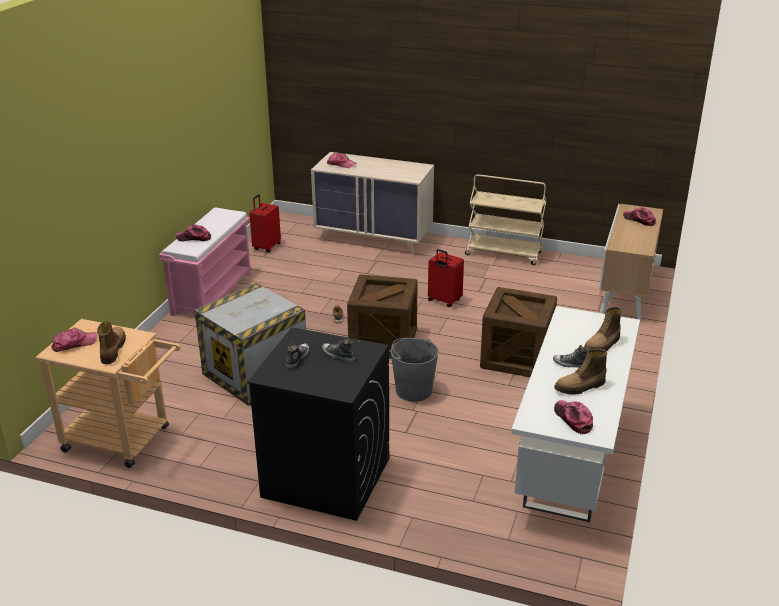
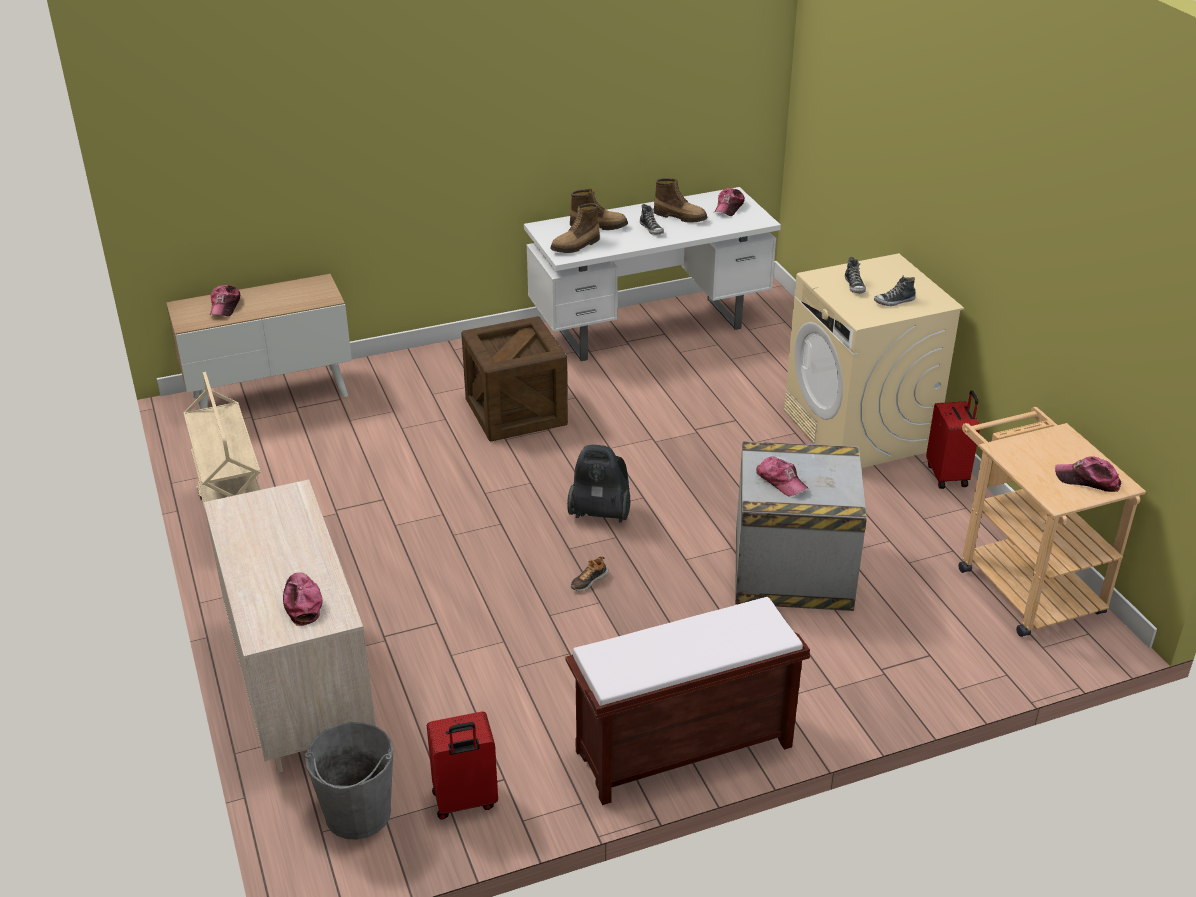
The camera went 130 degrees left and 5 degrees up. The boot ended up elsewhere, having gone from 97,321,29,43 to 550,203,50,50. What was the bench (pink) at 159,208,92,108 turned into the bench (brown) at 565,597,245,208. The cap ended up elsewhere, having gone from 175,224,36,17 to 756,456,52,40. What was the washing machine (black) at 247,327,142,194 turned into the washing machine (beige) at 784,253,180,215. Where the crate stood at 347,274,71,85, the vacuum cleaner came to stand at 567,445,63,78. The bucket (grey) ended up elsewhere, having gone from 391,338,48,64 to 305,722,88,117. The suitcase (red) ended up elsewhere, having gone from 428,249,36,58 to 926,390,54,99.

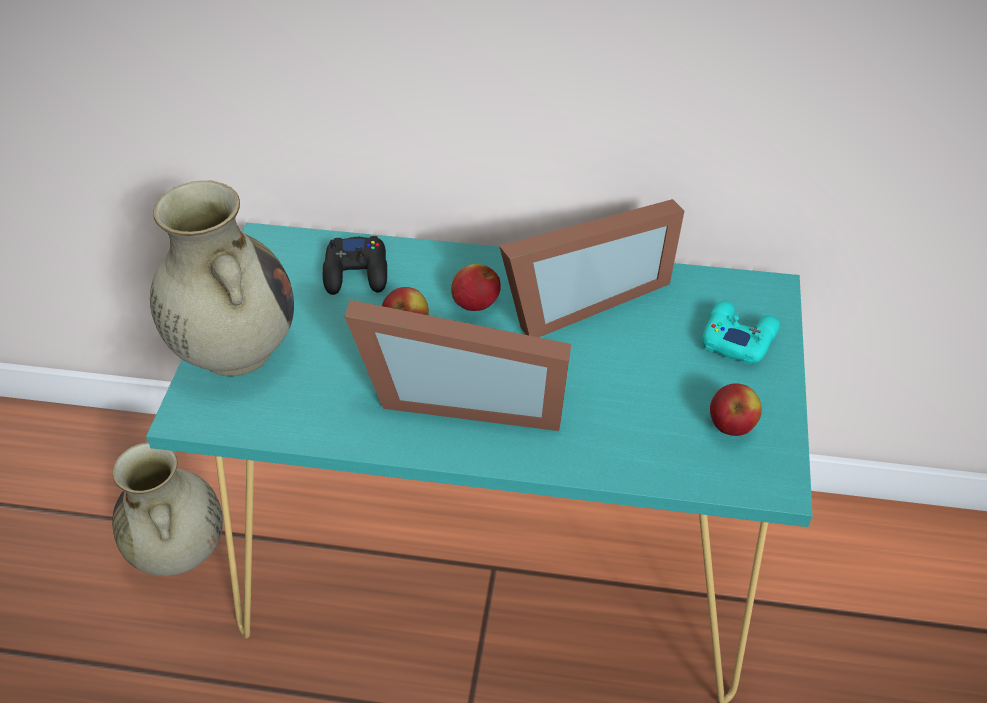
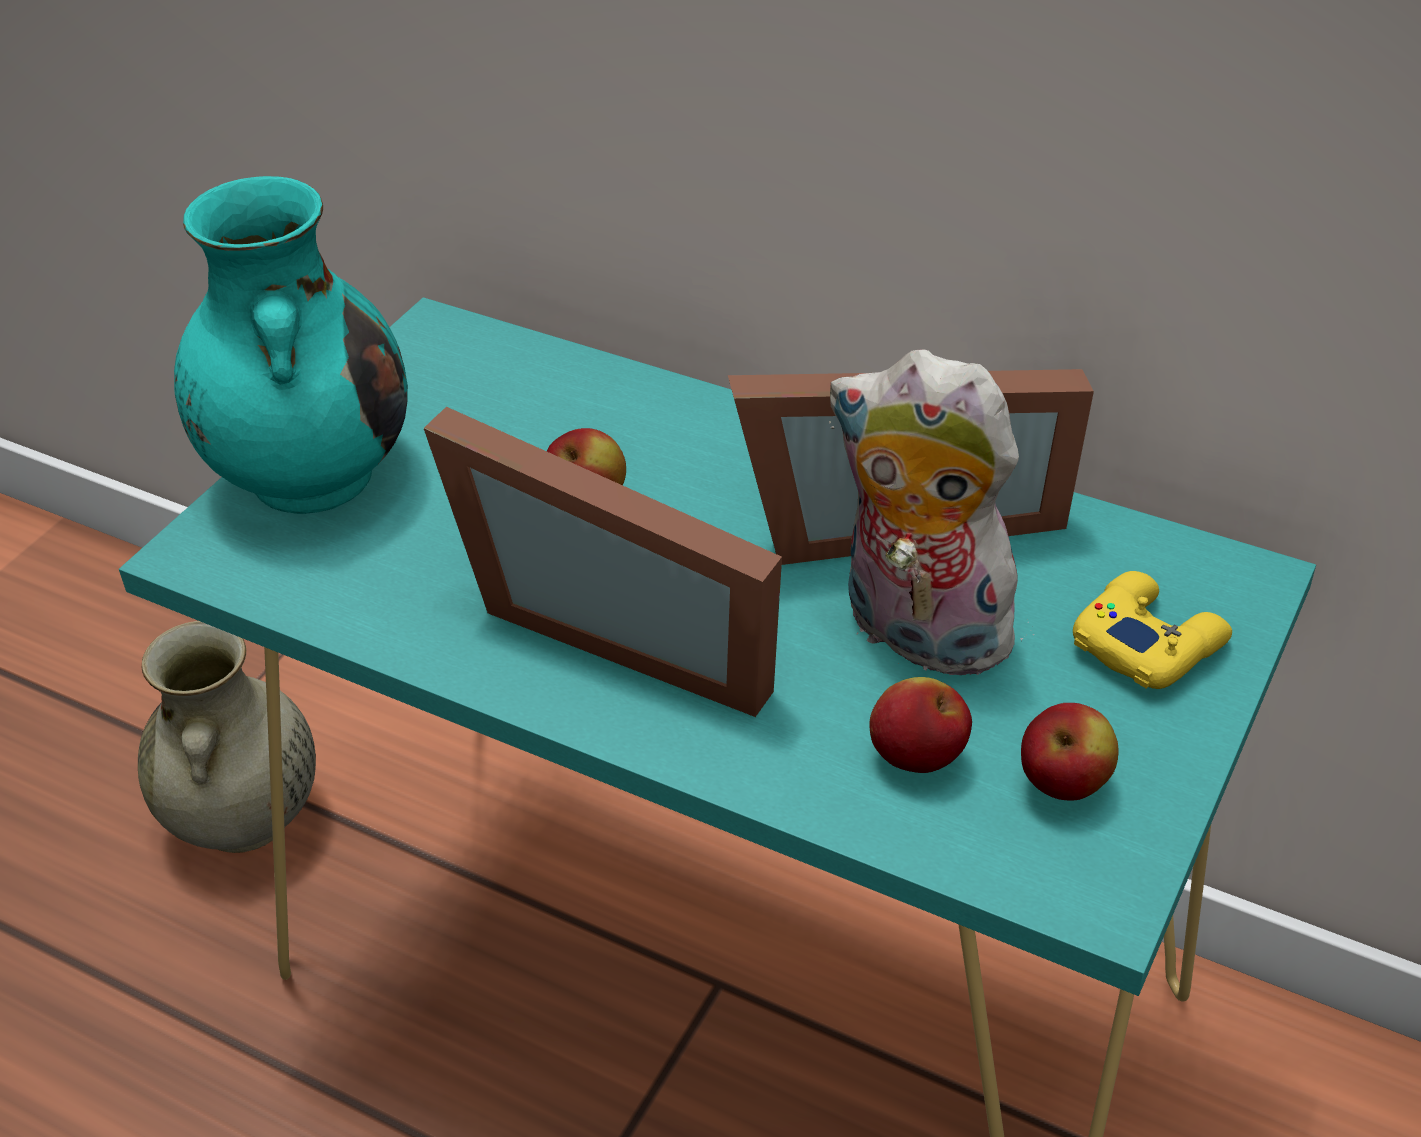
The camera went 20 degrees right and 5 degrees down. What was the vase (beige) at 150,180,144,196 turned into the vase (turquoise) at 174,176,234,338. The second view lost the game controller (black) at 323,236,64,59. The apple ended up elsewhere, having gone from 451,264,50,47 to 869,677,103,96. What was the game controller (turquoise) at 702,301,78,63 turned into the game controller (yellow) at 1073,571,159,118. The second view gained the plush toy at 829,349,205,326.

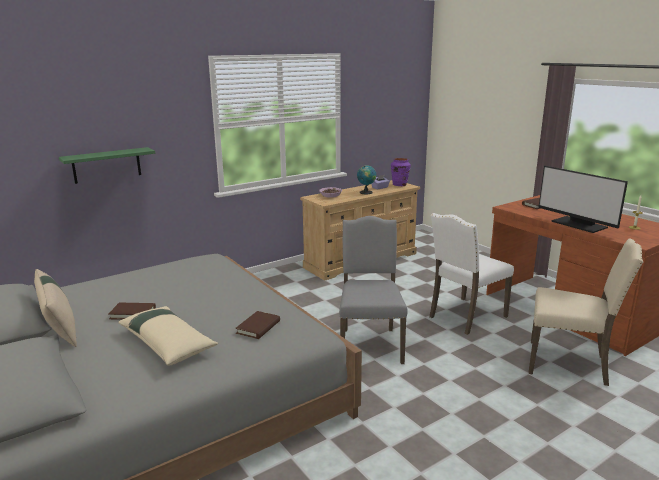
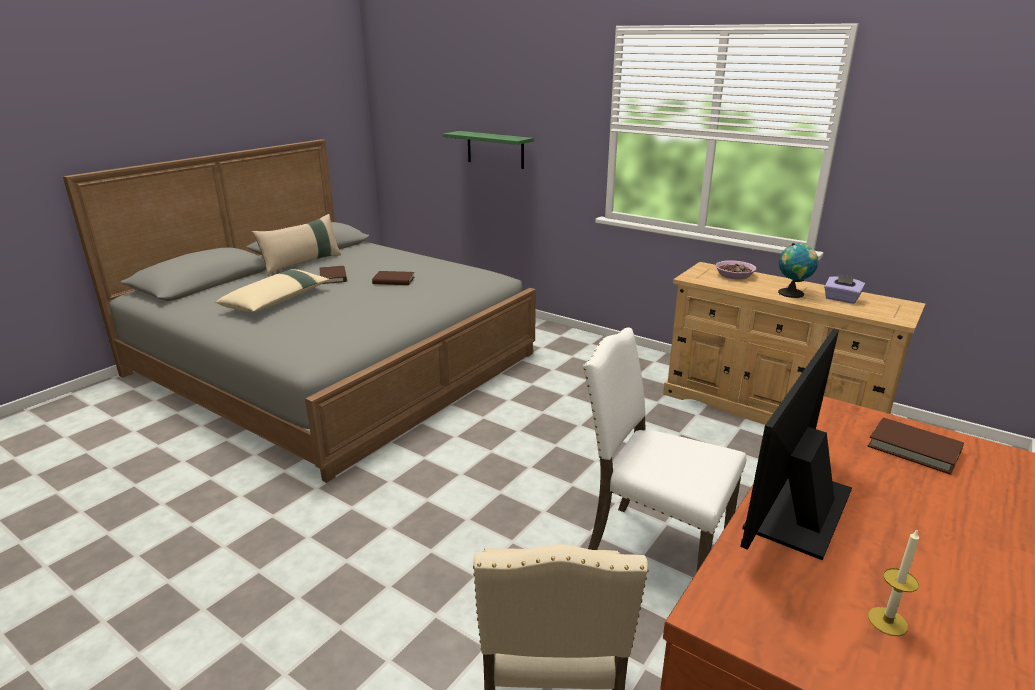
The camera went 70 degrees right and 5 degrees up. The book (brown) ended up elsewhere, having gone from 236,311,44,28 to 372,271,42,14. The second view lost the chair (grey) at 339,216,69,148. The second view lost the vase (purple) at 391,158,20,28.

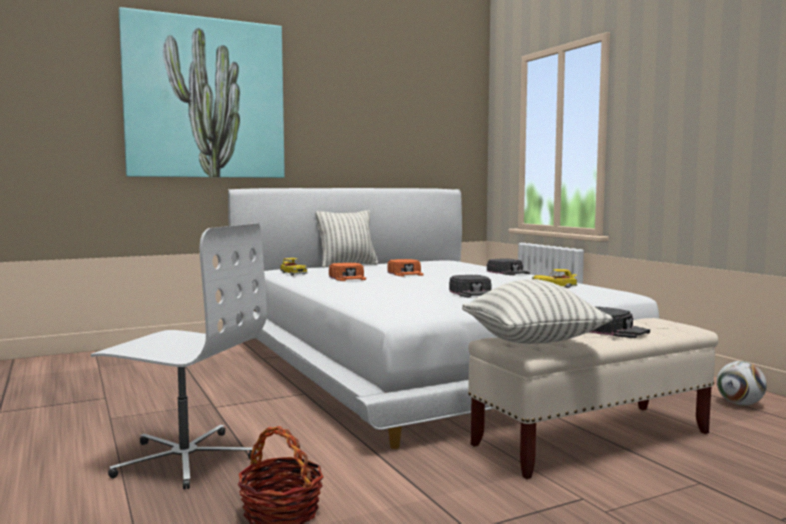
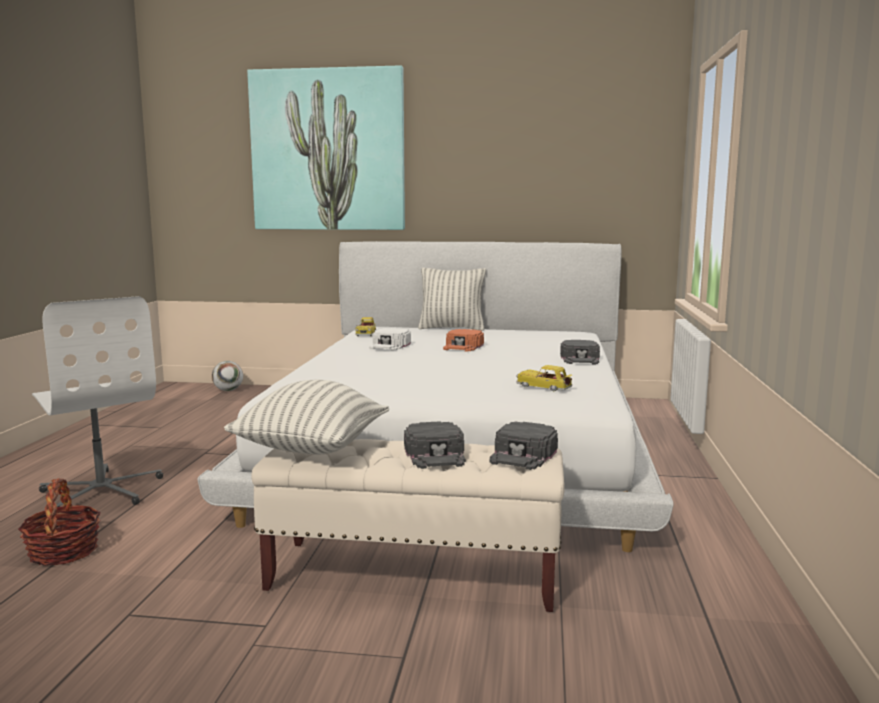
The camera went 35 degrees right and 5 degrees up. What was the cap (orange) at 329,263,37,18 turned into the cap (white) at 369,328,42,22. The cap (black) ended up elsewhere, having gone from 449,275,43,23 to 489,422,69,48. The football ended up elsewhere, having gone from 717,361,50,45 to 212,361,31,30.

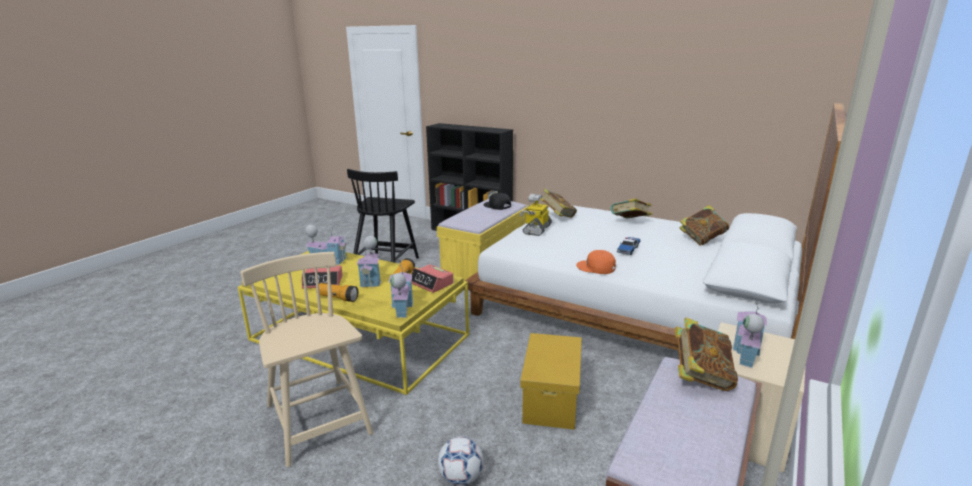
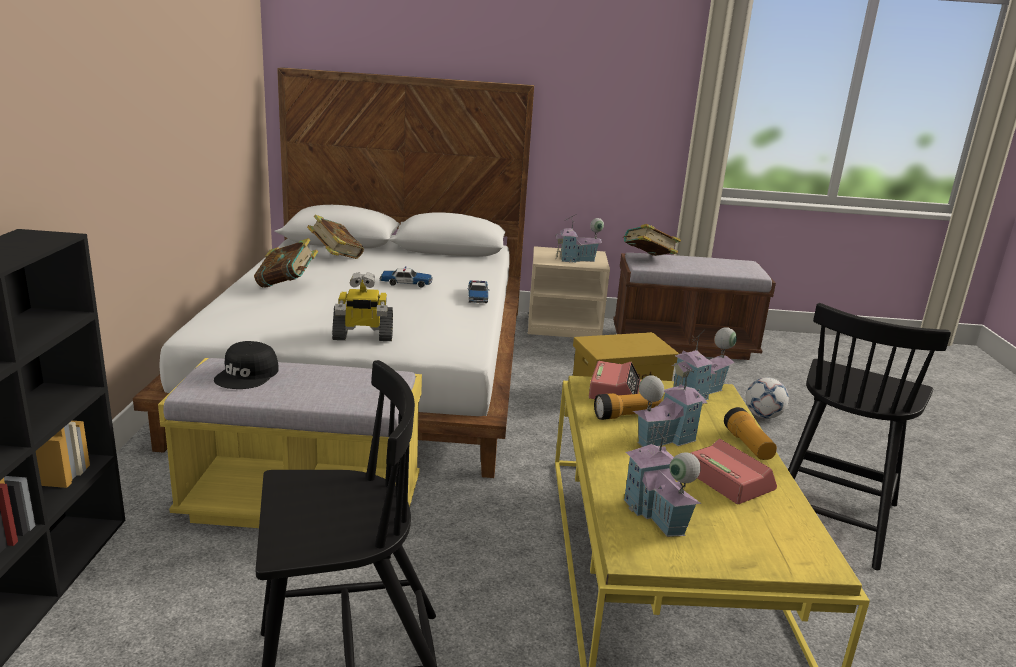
The camera went 120 degrees left and 0 degrees up. What was the chair (beige) at 240,252,133,215 turned into the chair (black) at 788,303,163,267. The second view lost the book at 540,189,37,29. Where the cap (orange) stood at 576,250,40,24, the toy car came to stand at 468,280,22,23.

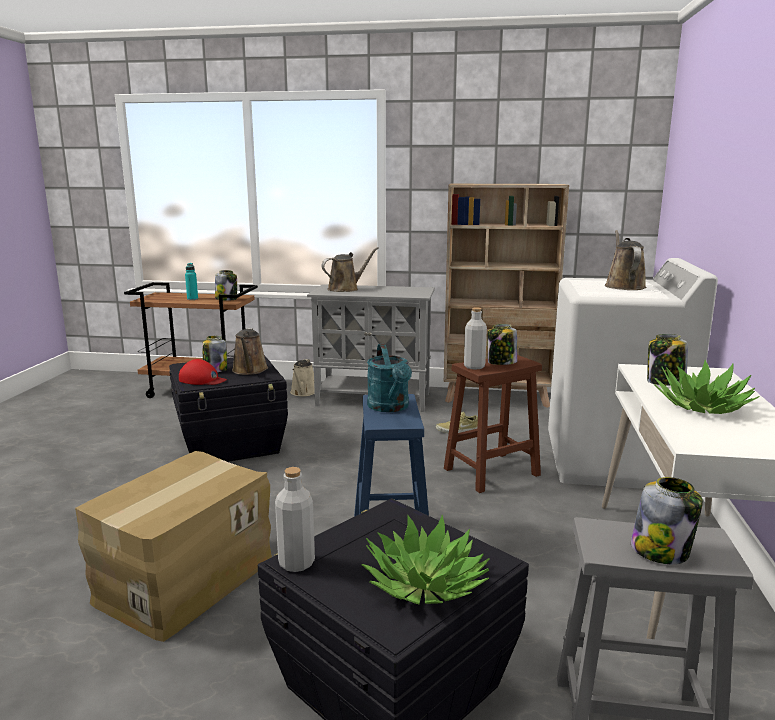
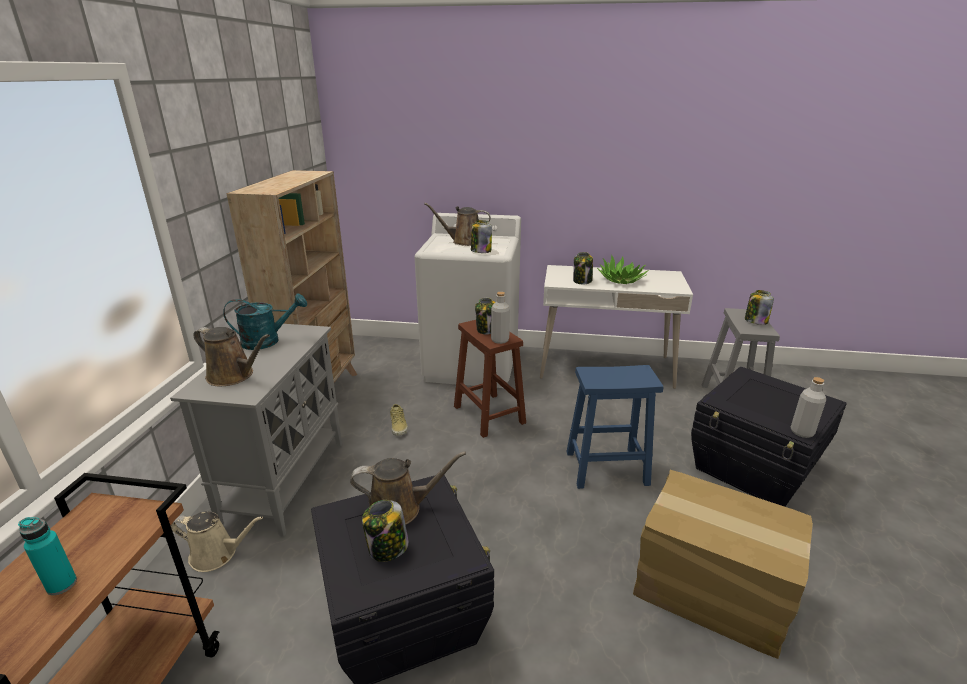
The camera went 90 degrees left and 10 degrees up. The second view lost the cap (red) at 179,359,48,26. The jar ended up elsewhere, having gone from 215,270,22,31 to 471,220,21,33. The watering can (brown) at 321,247,57,45 ended up facing another way, 150 degrees clockwise from before. The second view lost the potted plant at 361,514,128,90. The watering can (turquoise) ended up elsewhere, having gone from 367,344,45,68 to 223,293,84,57.

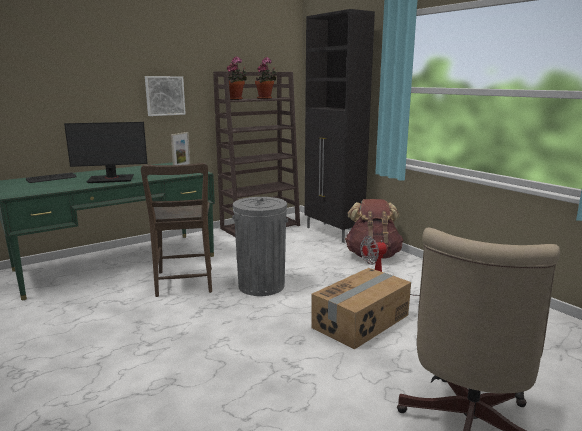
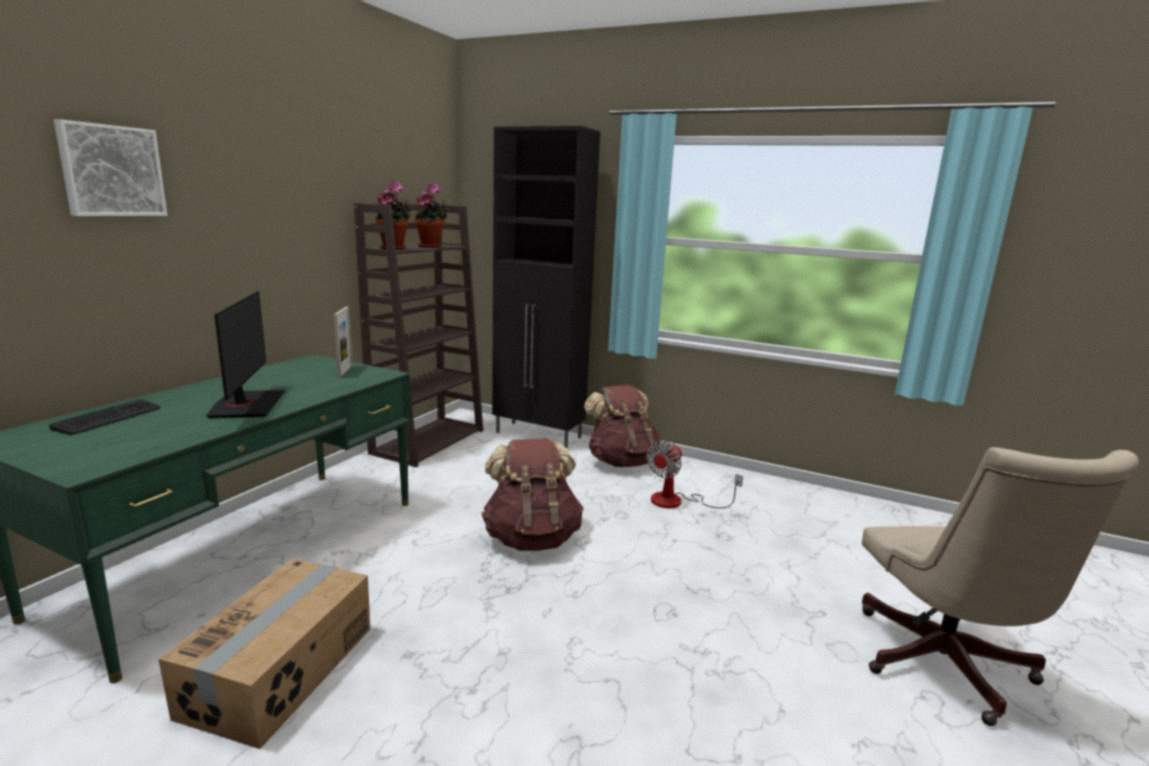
The camera went 30 degrees left and 0 degrees up. The monitor at 64,122,84,61 ended up facing another way, 60 degrees counterclockwise from before. The second view lost the chair (brown) at 141,163,71,134. The picture ended up elsewhere, having gone from 145,76,41,40 to 54,119,113,97. Where the trash can (grey) stood at 232,197,56,99, the backpack (brown) came to stand at 481,438,103,113. The cardboard box ended up elsewhere, having gone from 311,268,100,82 to 158,559,212,190.

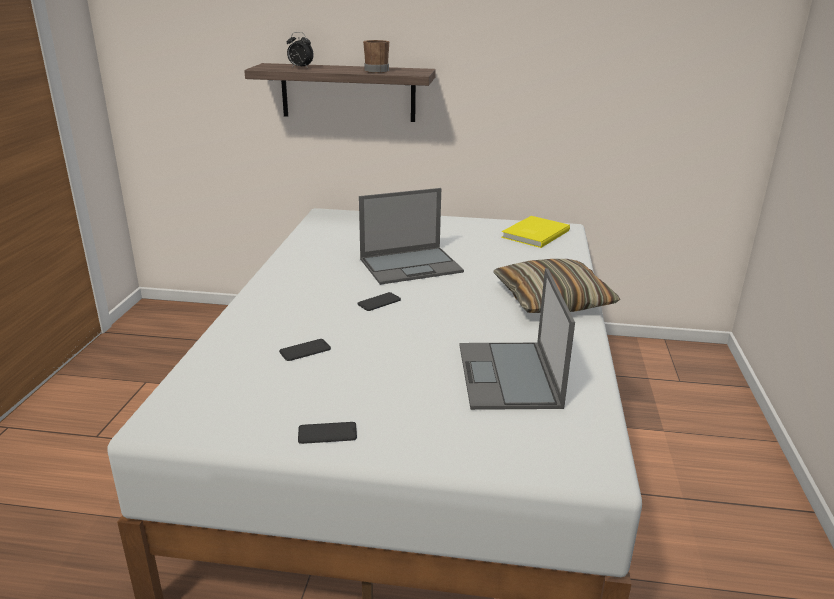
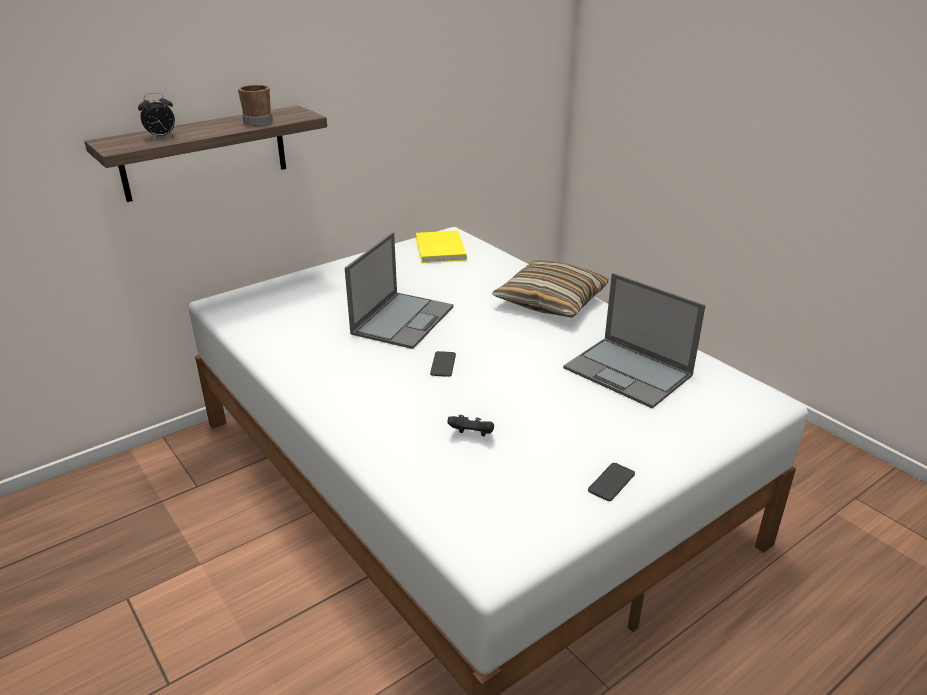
The camera went 45 degrees left and 5 degrees up. Where the phone stood at 279,339,52,22, the game controller (black) came to stand at 448,415,46,21.

